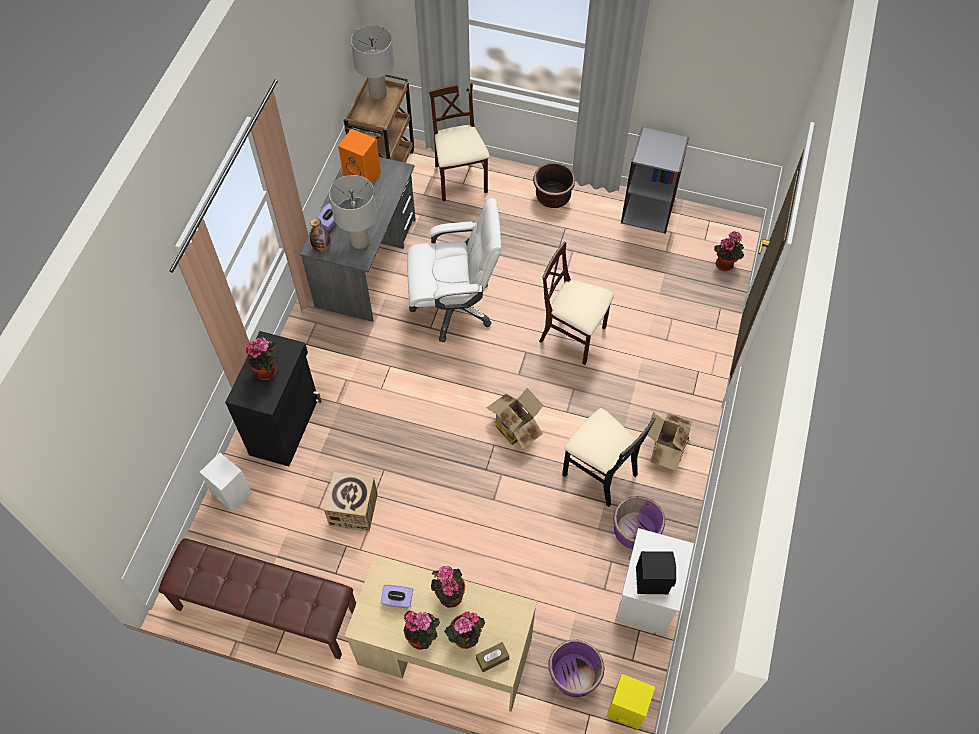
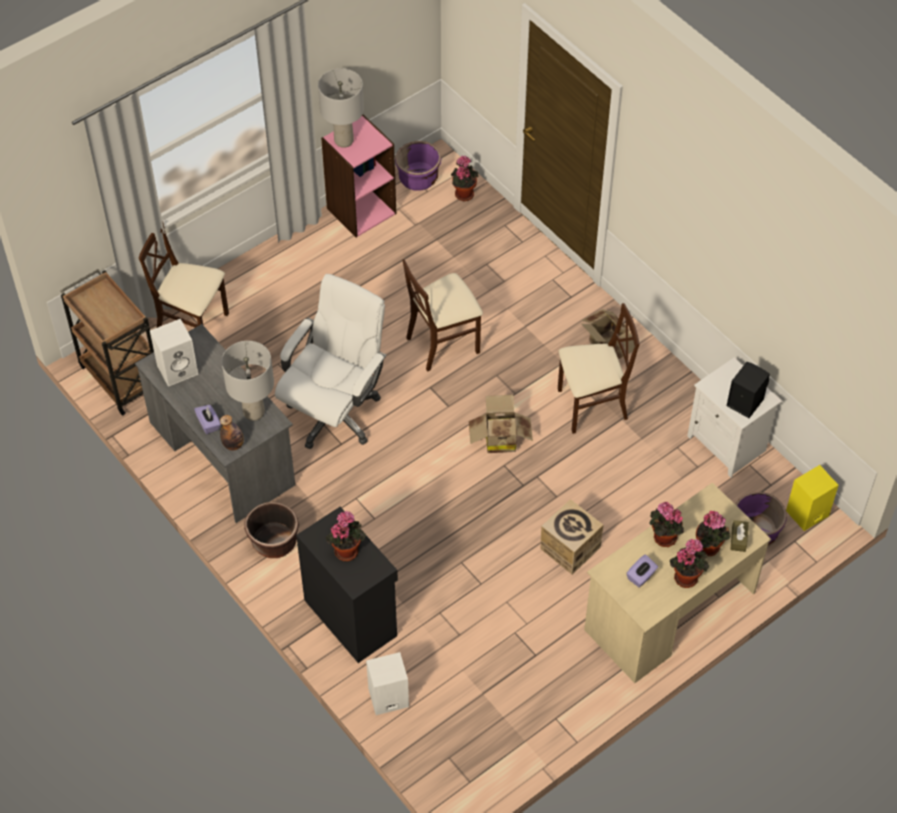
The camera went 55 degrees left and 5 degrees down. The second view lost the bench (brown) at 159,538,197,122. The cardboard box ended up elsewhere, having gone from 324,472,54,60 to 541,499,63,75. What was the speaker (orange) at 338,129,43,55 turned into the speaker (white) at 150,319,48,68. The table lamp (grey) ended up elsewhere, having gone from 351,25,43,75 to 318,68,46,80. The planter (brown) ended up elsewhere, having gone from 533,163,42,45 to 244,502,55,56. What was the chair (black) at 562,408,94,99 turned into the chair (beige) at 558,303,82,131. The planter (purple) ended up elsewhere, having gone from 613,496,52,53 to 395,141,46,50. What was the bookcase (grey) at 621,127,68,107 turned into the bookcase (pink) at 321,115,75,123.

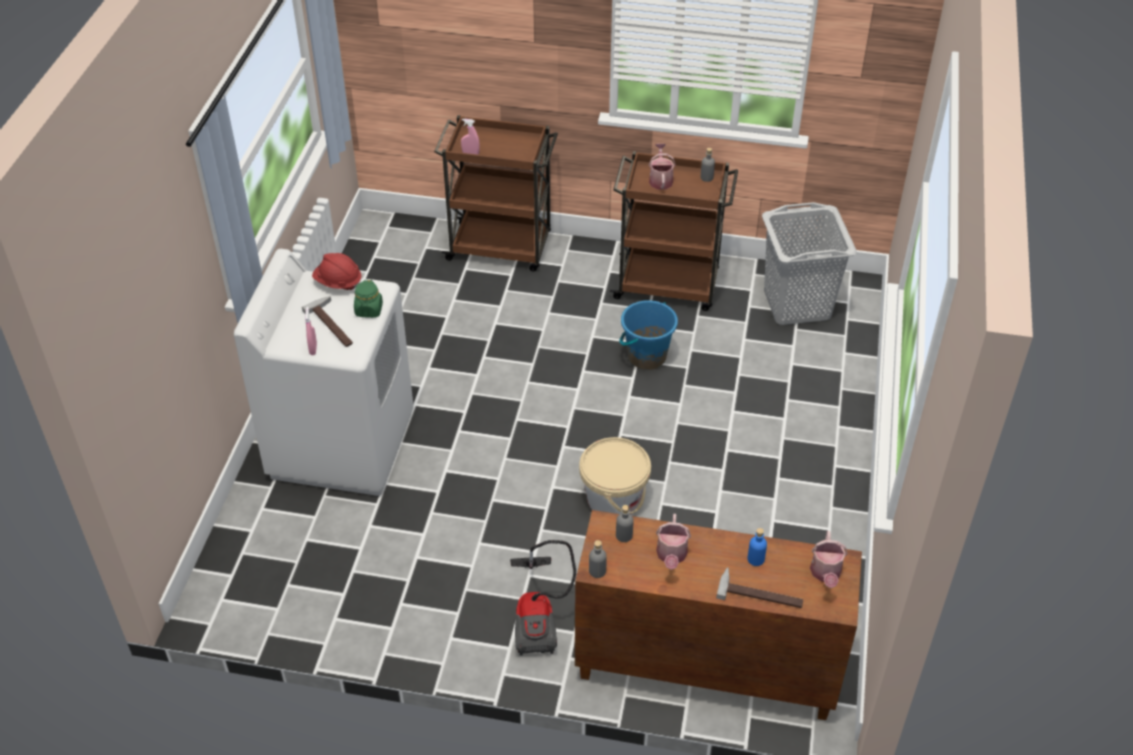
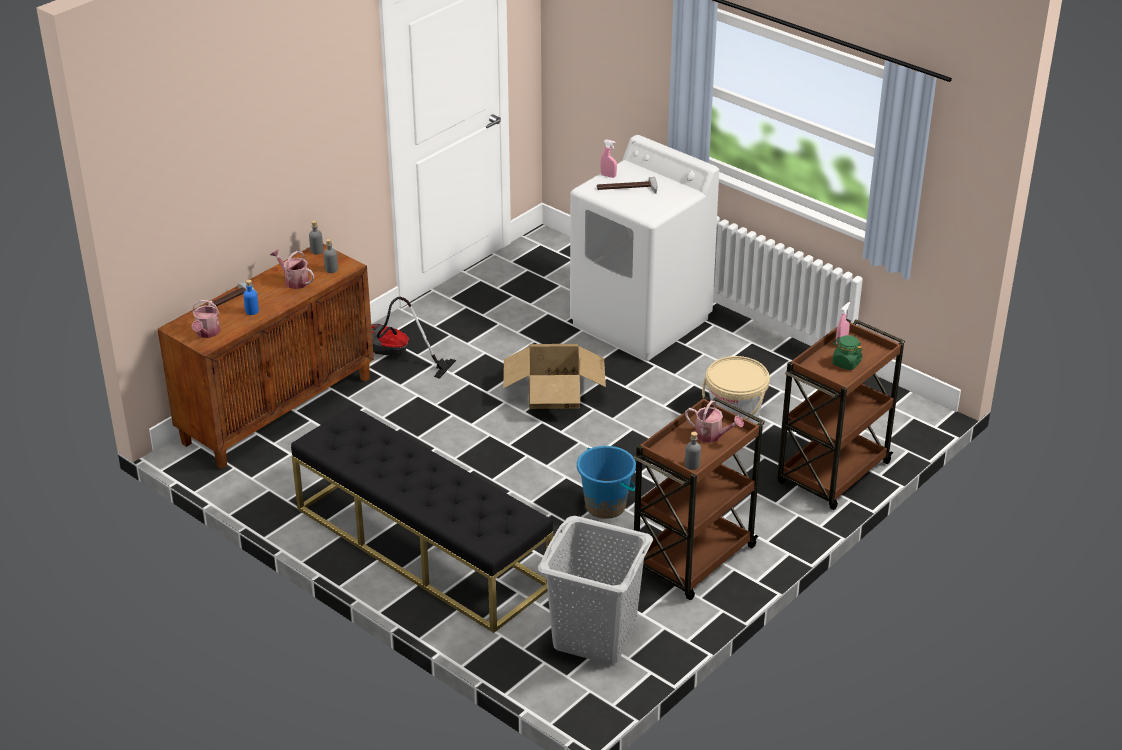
The camera went 120 degrees right and 10 degrees down. The second view lost the hard hat (red) at 312,253,50,37. The jar (green) ended up elsewhere, having gone from 354,280,29,38 to 832,335,31,35. The bucket (beige) ended up elsewhere, having gone from 579,437,72,77 to 702,356,68,67. The watering can at 810,531,37,57 ended up facing another way, 120 degrees counterclockwise from before. The second view gained the bench (black) at 291,406,262,227. The second view gained the cardboard box at 503,344,103,65.

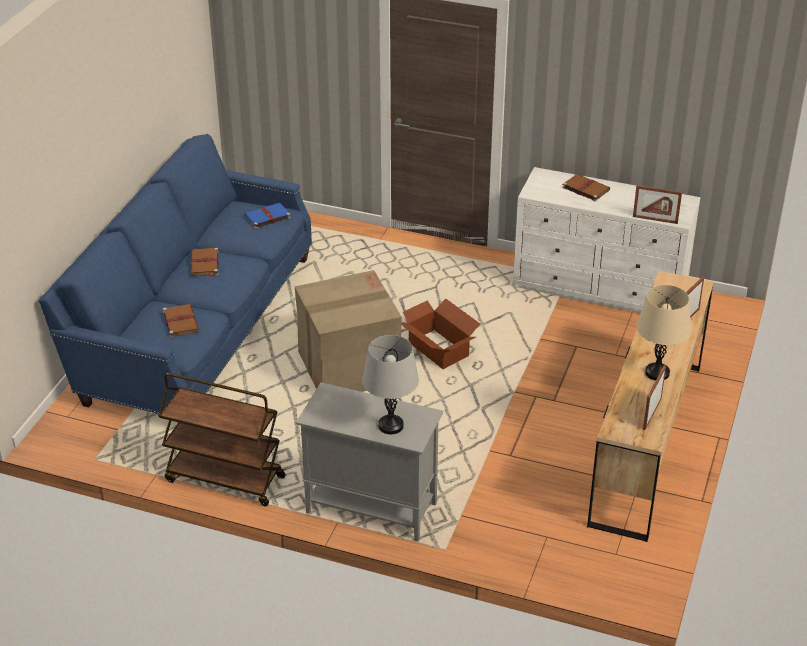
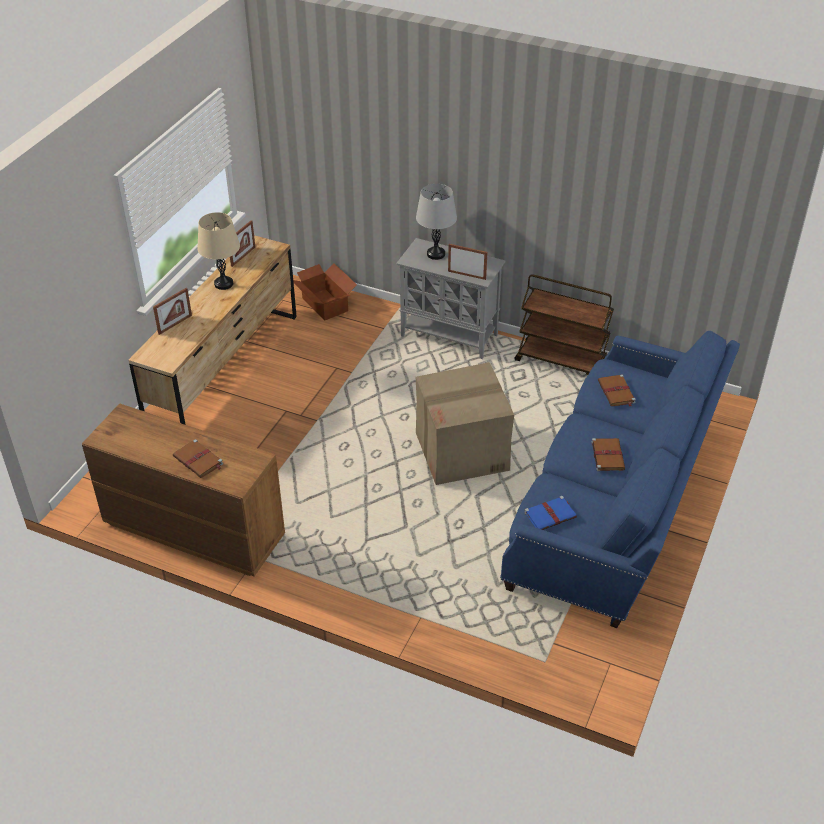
The camera went 175 degrees left and 5 degrees up. The cardboard box ended up elsewhere, having gone from 401,298,79,71 to 293,263,64,58. What was the dresser (white) at 513,167,188,146 turned into the dresser (brown) at 82,403,203,173. The picture frame ended up elsewhere, having gone from 633,185,49,39 to 448,244,39,36.

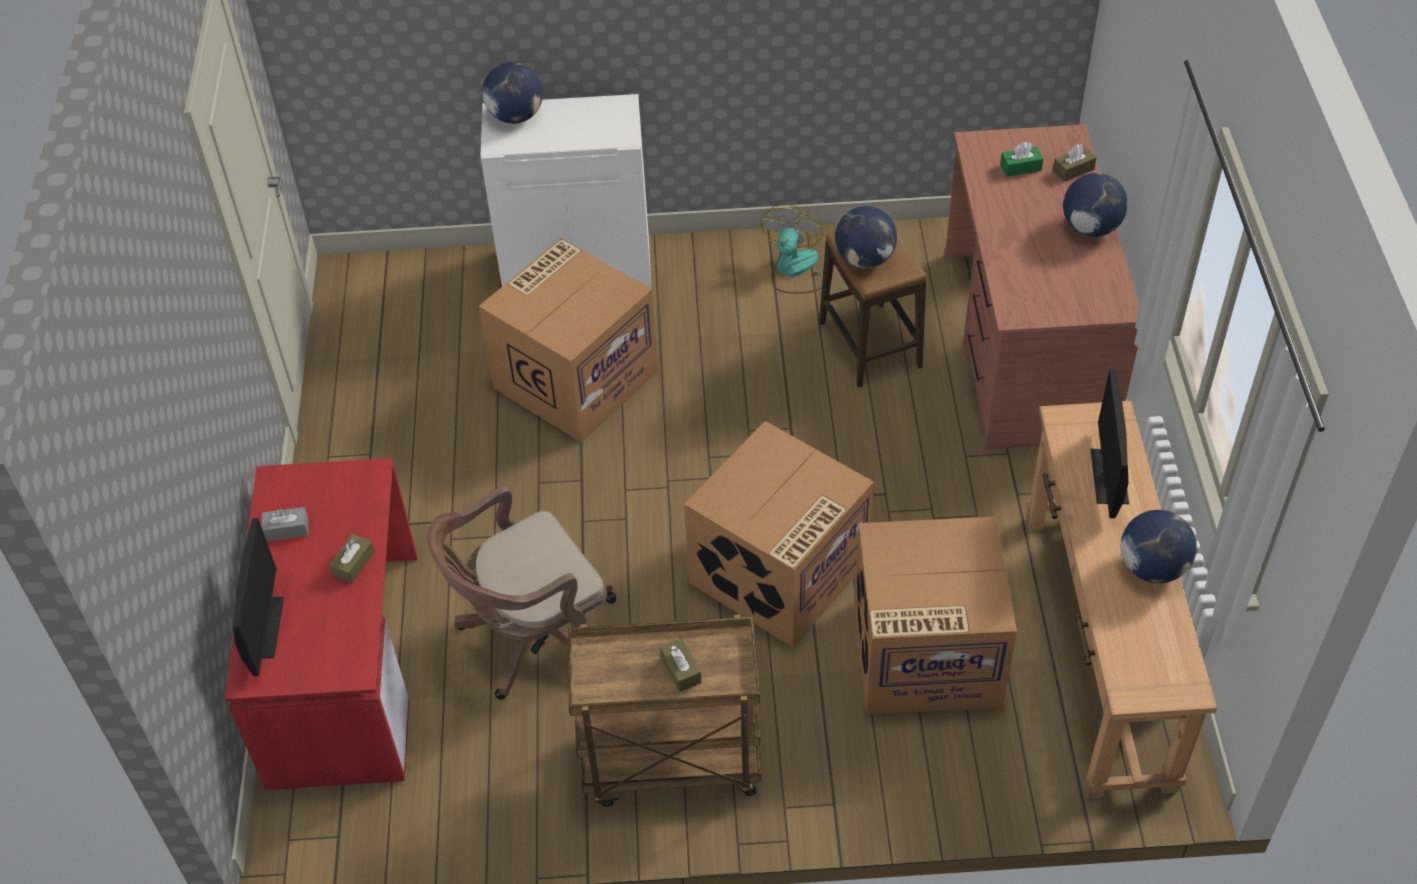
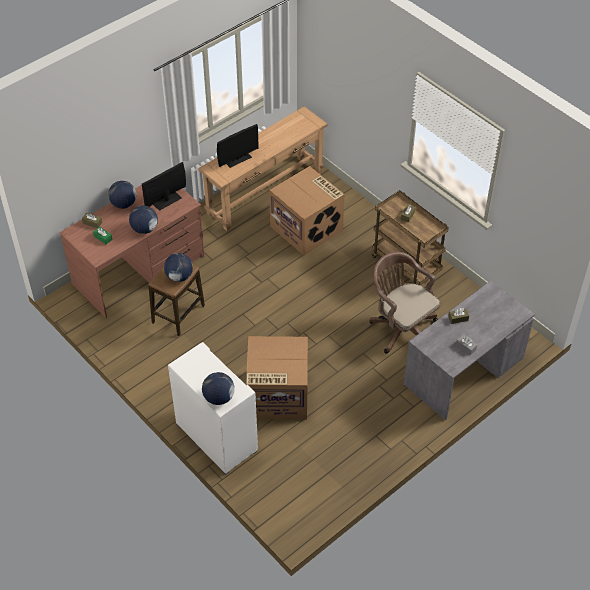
The camera went 130 degrees left and 0 degrees up. What was the desk (red) at 225,458,193,332 turned into the desk (grey) at 404,281,131,139. The monitor ended up elsewhere, having gone from 233,518,51,158 to 142,162,44,49. The office chair (brown) at 427,486,189,214 ended up facing another way, 150 degrees counterclockwise from before. The second view lost the cardboard box at 684,421,190,226. The second view lost the fan at 760,205,63,89. The globe ended up elsewhere, having gone from 1121,510,76,73 to 129,205,29,29.

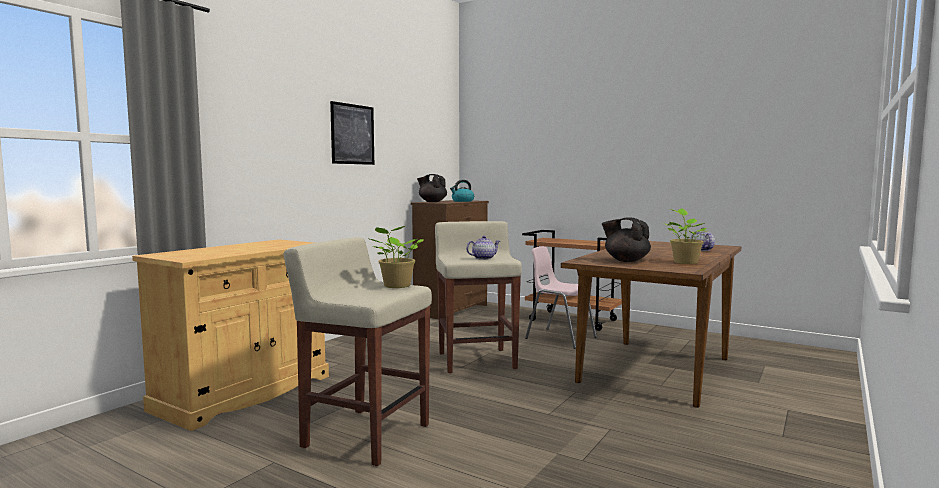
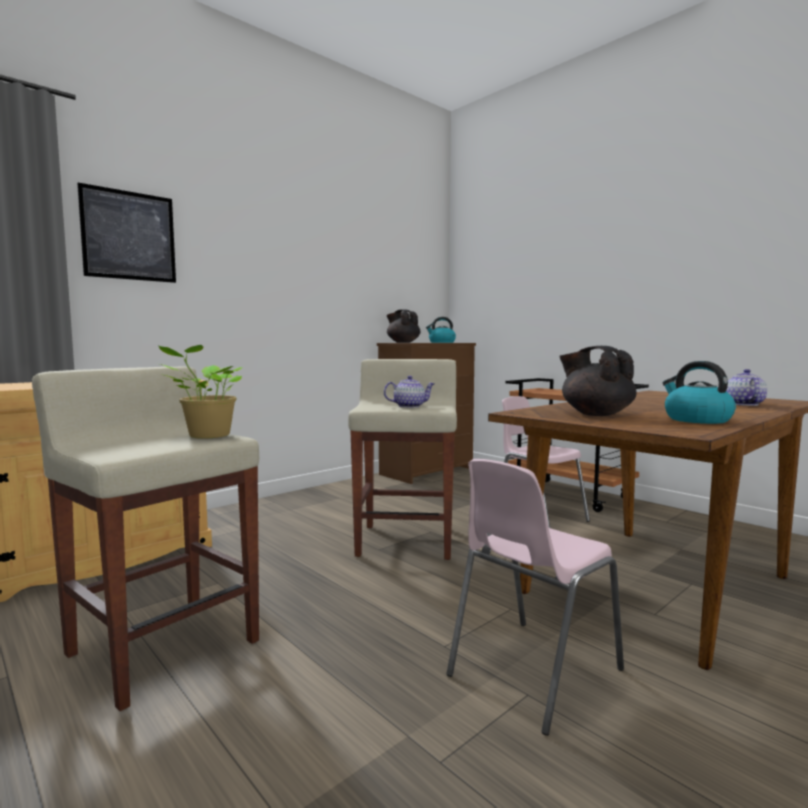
The camera went 15 degrees right and 0 degrees up. The picture ended up elsewhere, having gone from 330,101,44,64 to 77,183,99,100. Where the potted plant stood at 663,208,44,56, the kettle came to stand at 663,361,73,63. The second view gained the chair (pink) at 446,459,178,277.

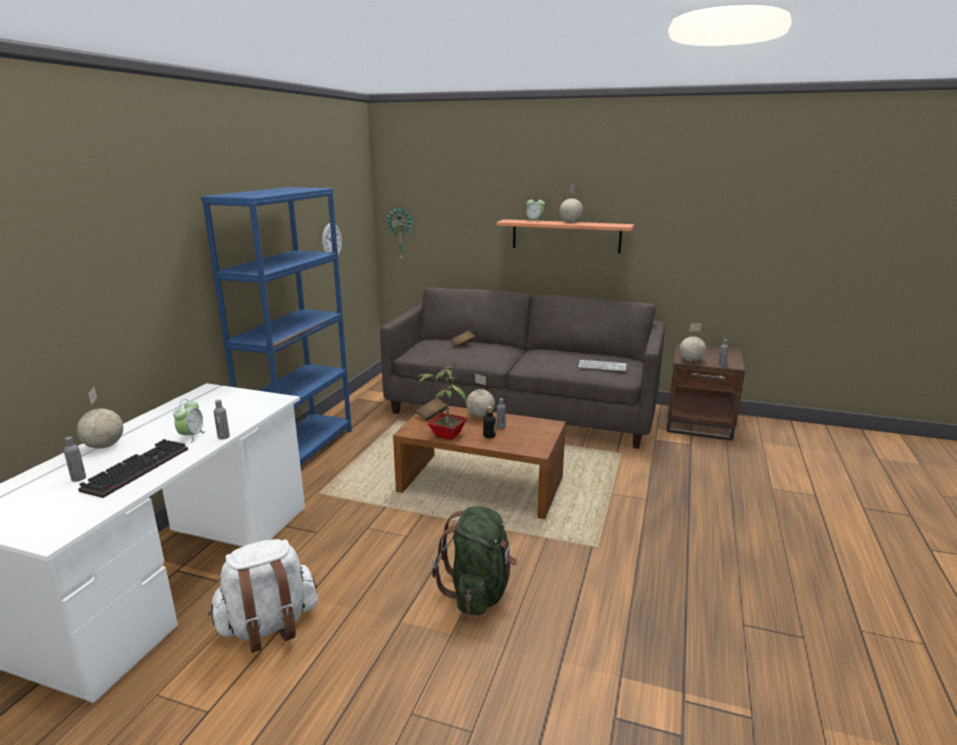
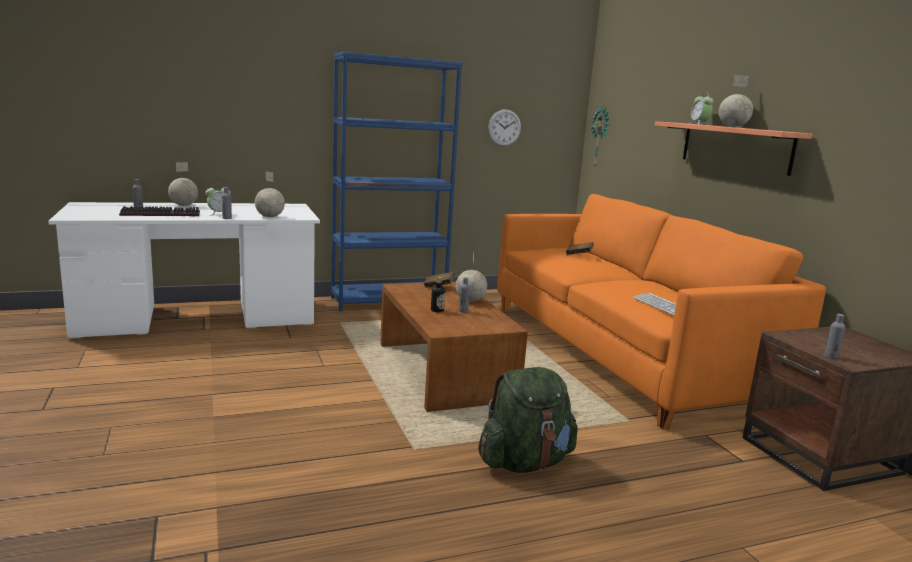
The camera went 50 degrees right and 5 degrees down. The second view lost the backpack (white) at 208,539,110,114. What was the sofa (grey) at 380,287,285,162 turned into the sofa (orange) at 497,194,329,236. The second view lost the potted plant at 417,360,50,80. The backpack (green) ended up elsewhere, having gone from 432,506,85,109 to 478,367,100,106. The globe ended up elsewhere, having gone from 679,323,27,39 to 255,171,30,46.

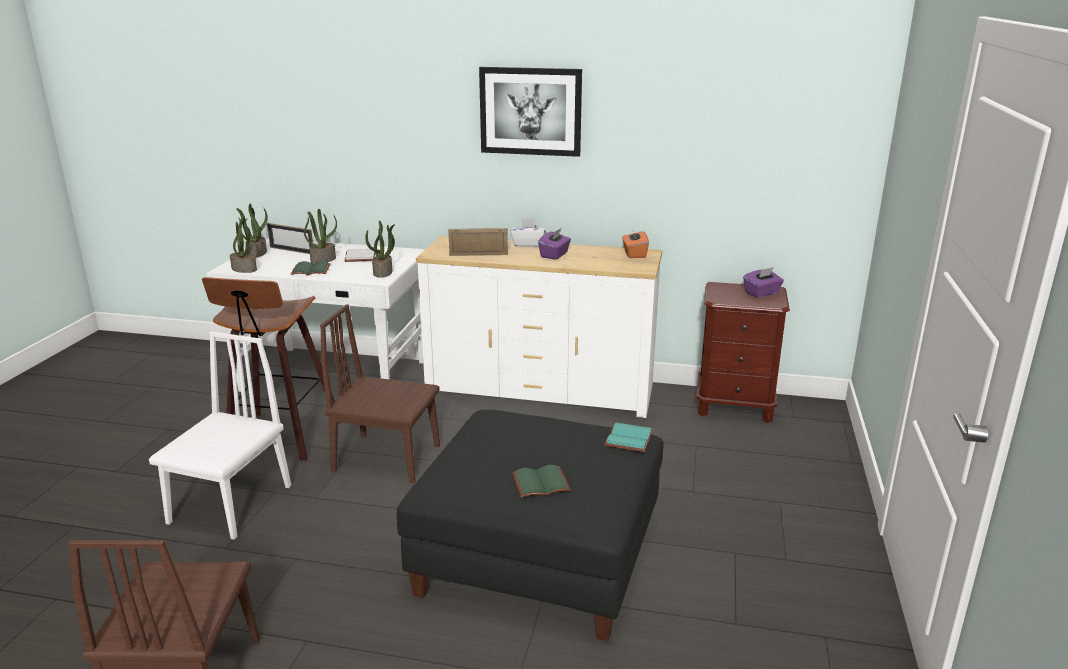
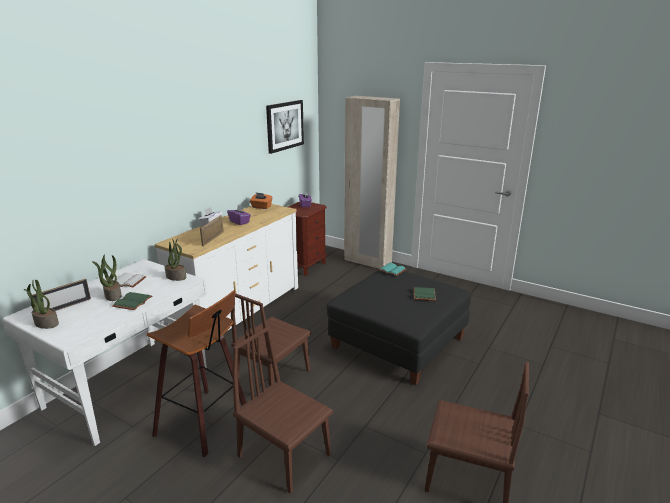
The camera went 70 degrees left and 0 degrees up. What was the chair (white) at 149,331,142,209 turned into the chair (brown) at 232,327,101,167. The second view lost the potted plant at 230,217,27,56. The picture ended up elsewhere, having gone from 479,67,103,90 to 266,100,38,54. The second view gained the wardrobe (beige) at 344,96,56,173.

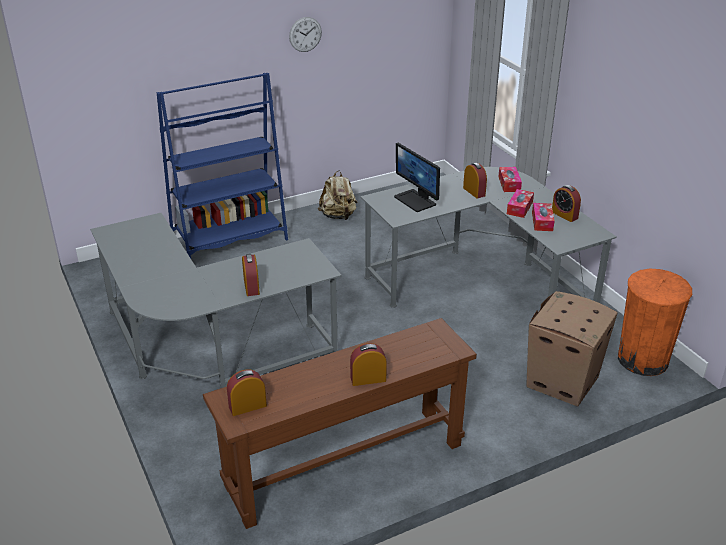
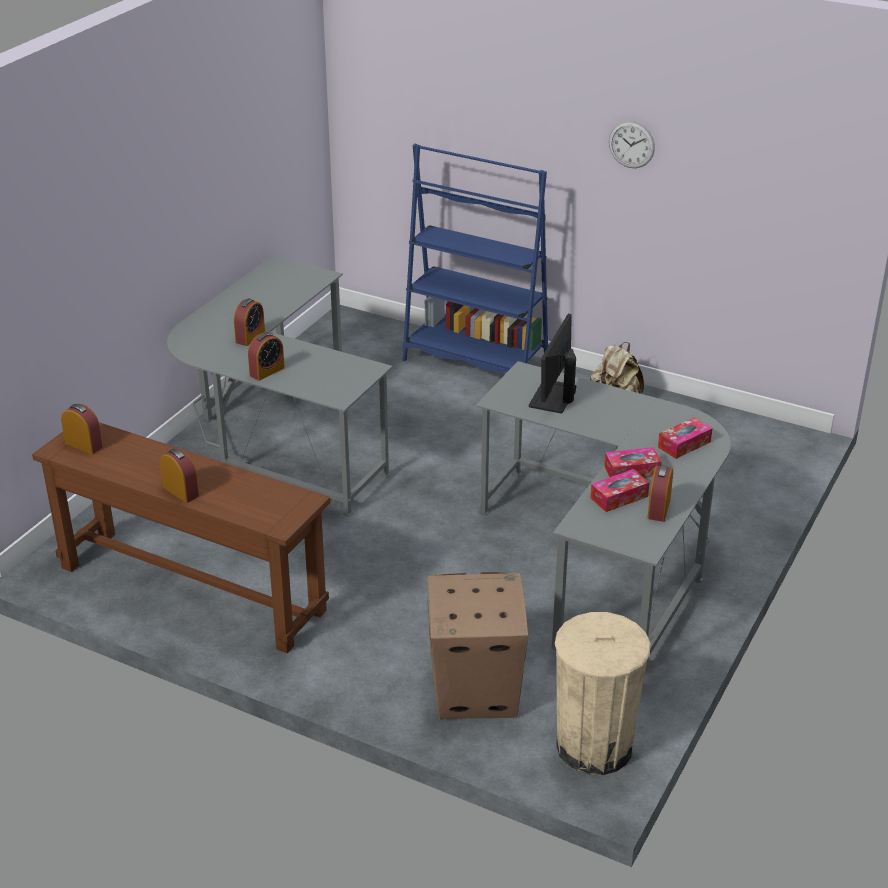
The camera went 55 degrees right and 0 degrees up. The alarm clock ended up elsewhere, having gone from 463,163,24,35 to 234,298,31,48. What was the trash can (orange) at 618,269,74,107 turned into the trash can (beige) at 555,612,96,163.

